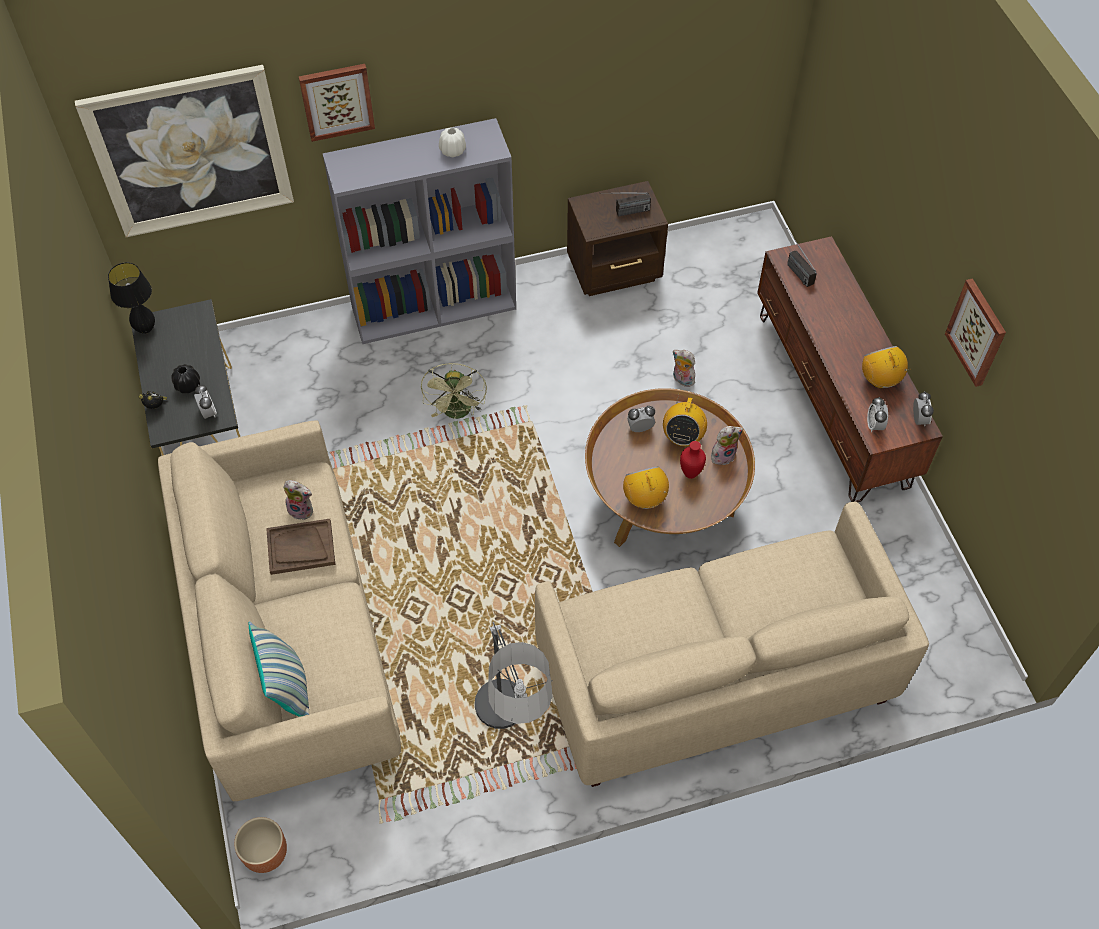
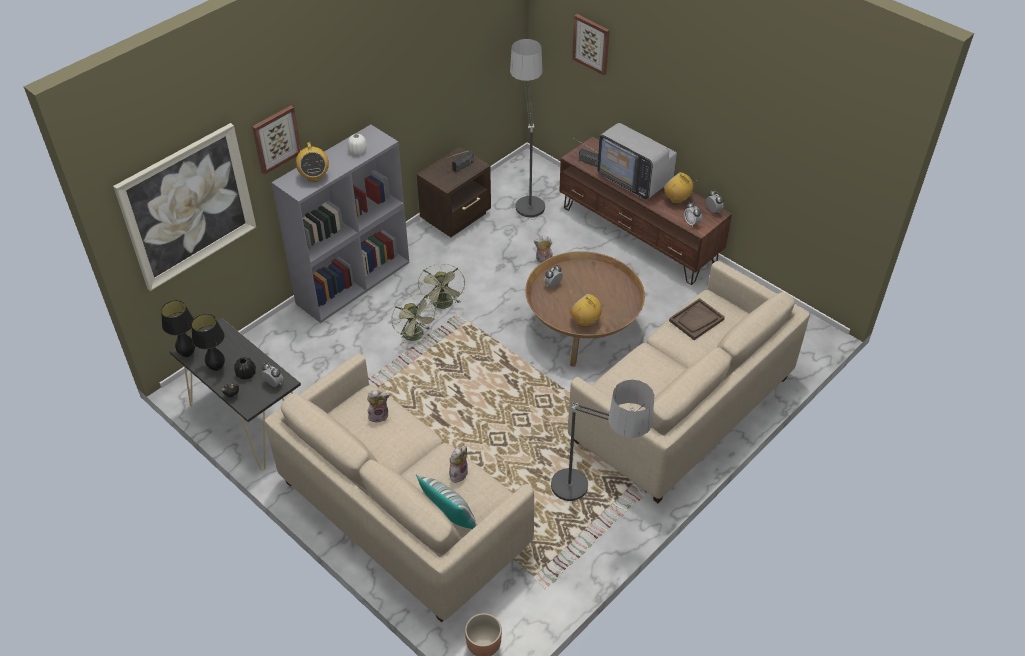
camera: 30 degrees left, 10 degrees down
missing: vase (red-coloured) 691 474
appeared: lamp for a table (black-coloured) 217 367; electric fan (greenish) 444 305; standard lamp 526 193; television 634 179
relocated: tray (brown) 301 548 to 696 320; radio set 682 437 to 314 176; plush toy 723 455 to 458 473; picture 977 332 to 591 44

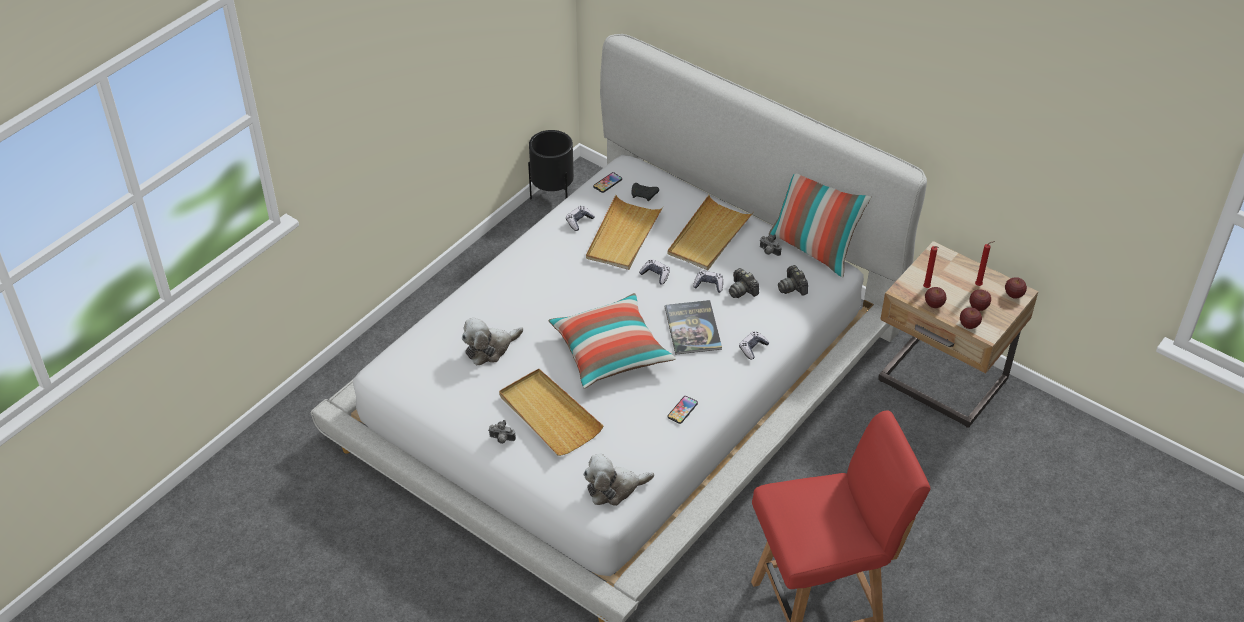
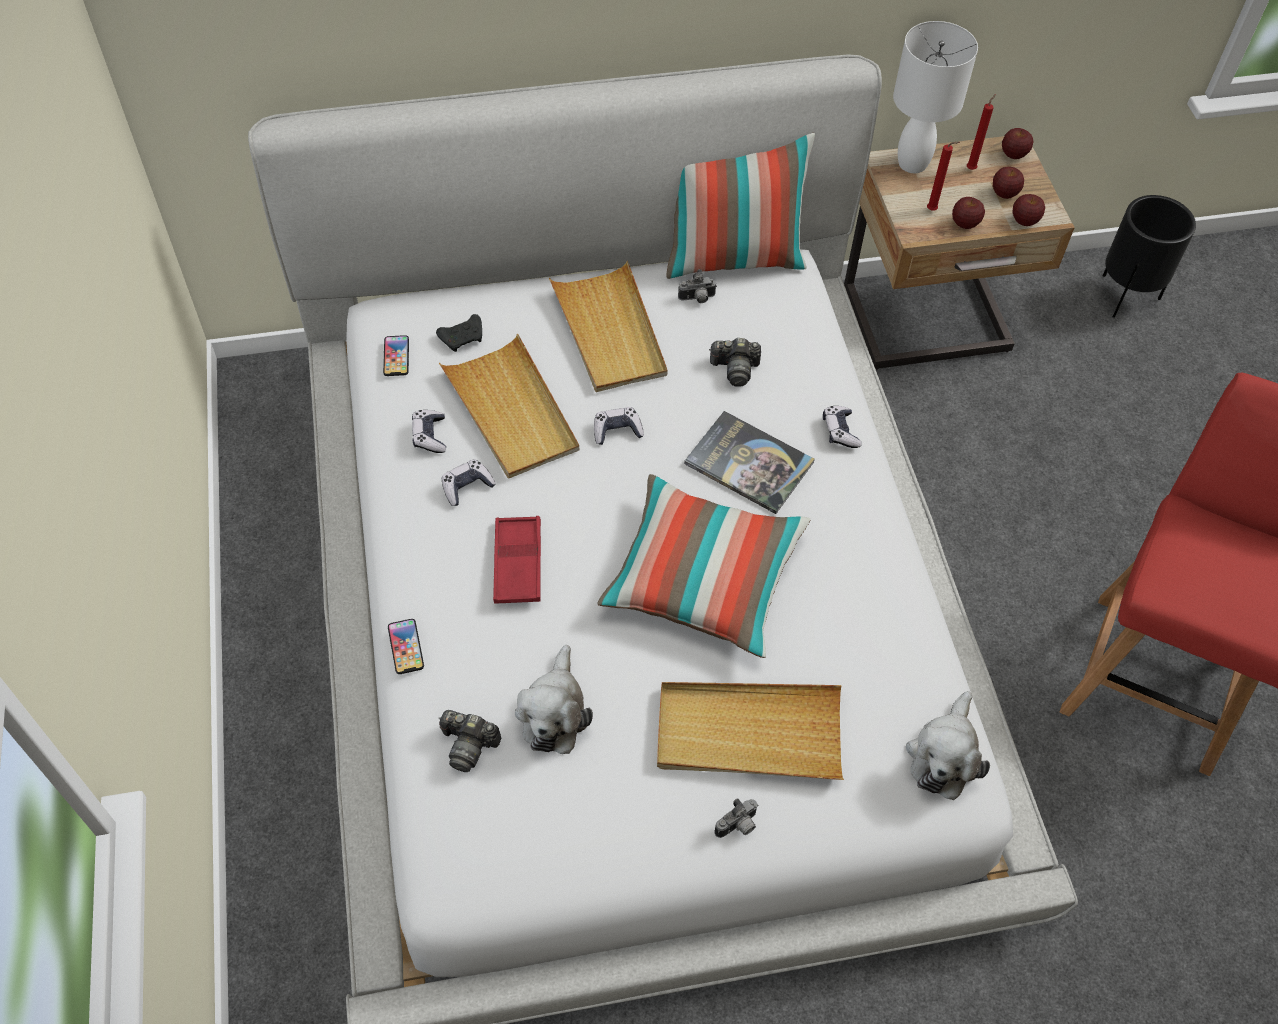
camera: 50 degrees left, 10 degrees up
appeared: tray (red-coloured) 518 564; lamp for a table (white-coloured) 911 164
relocated: planter (black-coloured) 553 198 to 1125 298; phone 682 410 to 406 647; joypad 708 285 to 467 487; photo camera 792 287 to 468 745

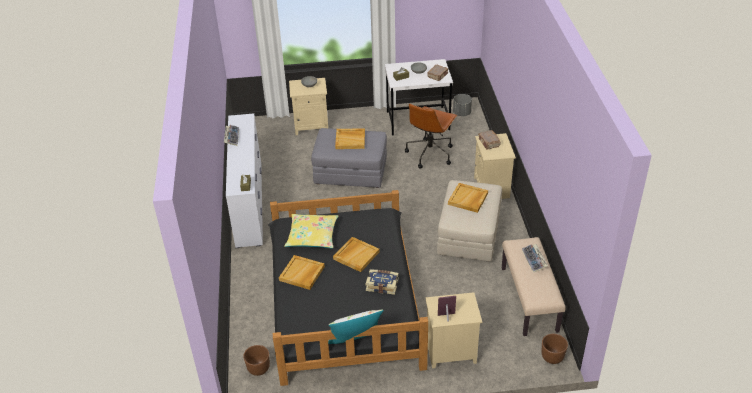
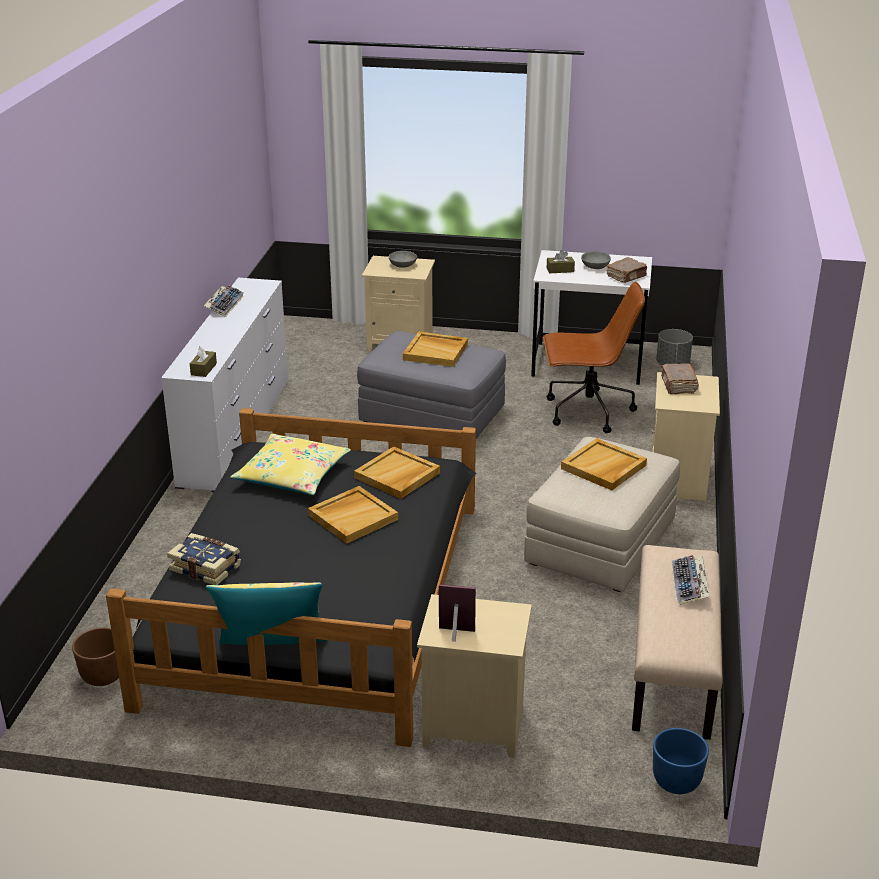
camera: 15 degrees right, 10 degrees down
relocated: tray (beige-coloured) 302 274 to 397 476; bound book 382 285 to 206 567
colour: throw pillow (white-coloured) 355 343 to throw pillow (yellow) 272 653; planter (brown) 552 358 to planter (blue) 676 783
spun: office chair (brown) 430 153 = 587 412 135 degrees counterclockwise

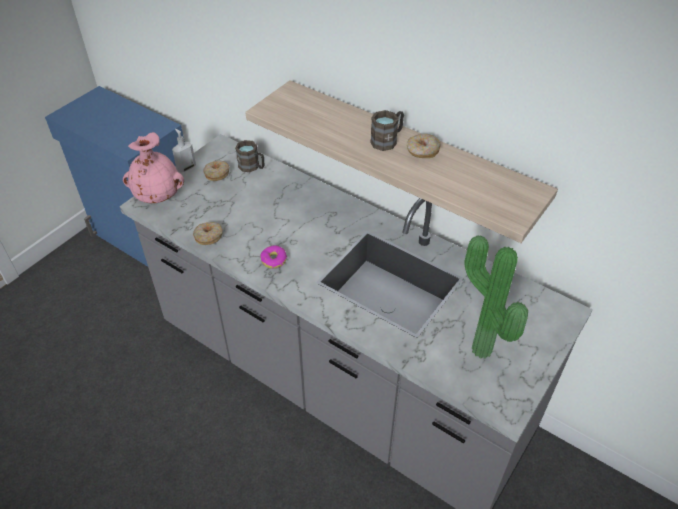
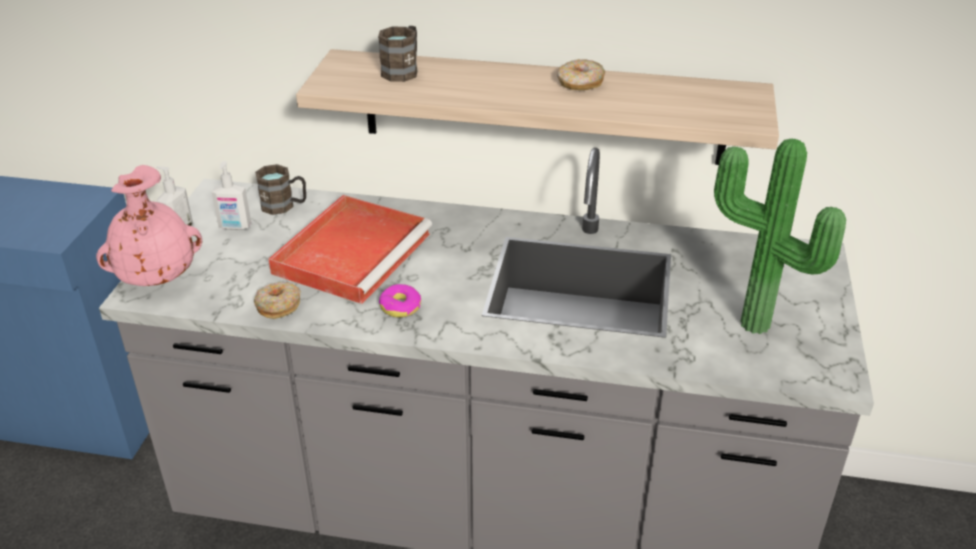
camera: 25 degrees left, 10 degrees down
appeared: tray (red-coloured) 353 251
relocated: tea mug (brown) 387 140 to 403 70
exchanged: donut 217 174 to soap dispenser 235 227

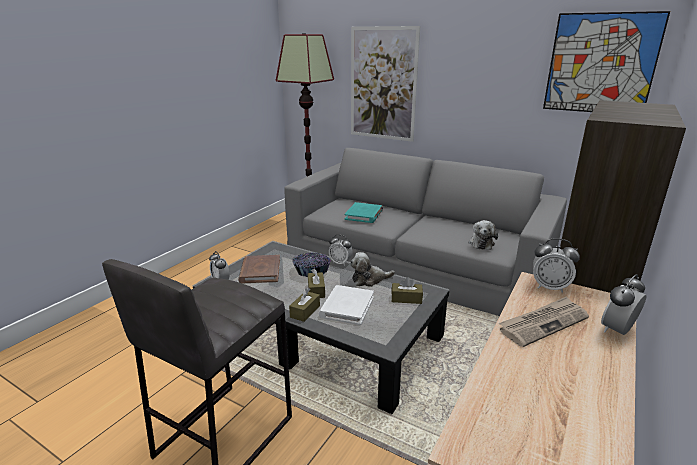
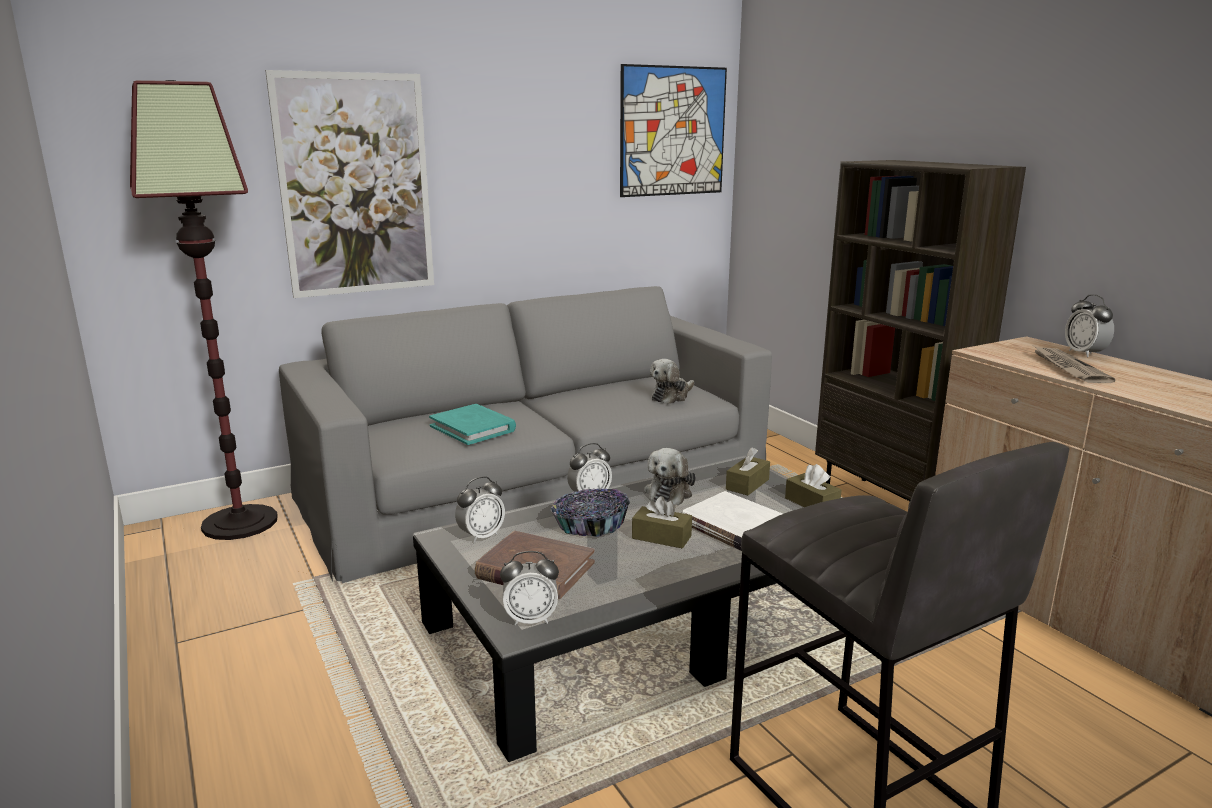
camera: 60 degrees left, 5 degrees down
relocated: box of tissues (brown) 305 311 to 811 503; alarm clock 549 287 to 481 536
spun: plush toy 481 243 = 671 396 90 degrees clockwise

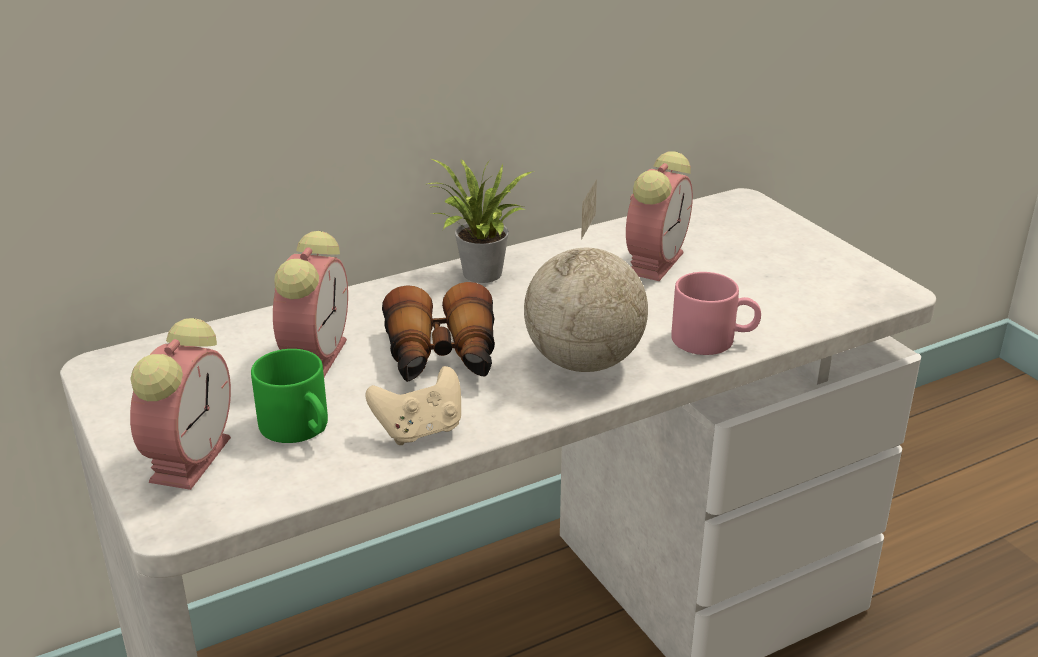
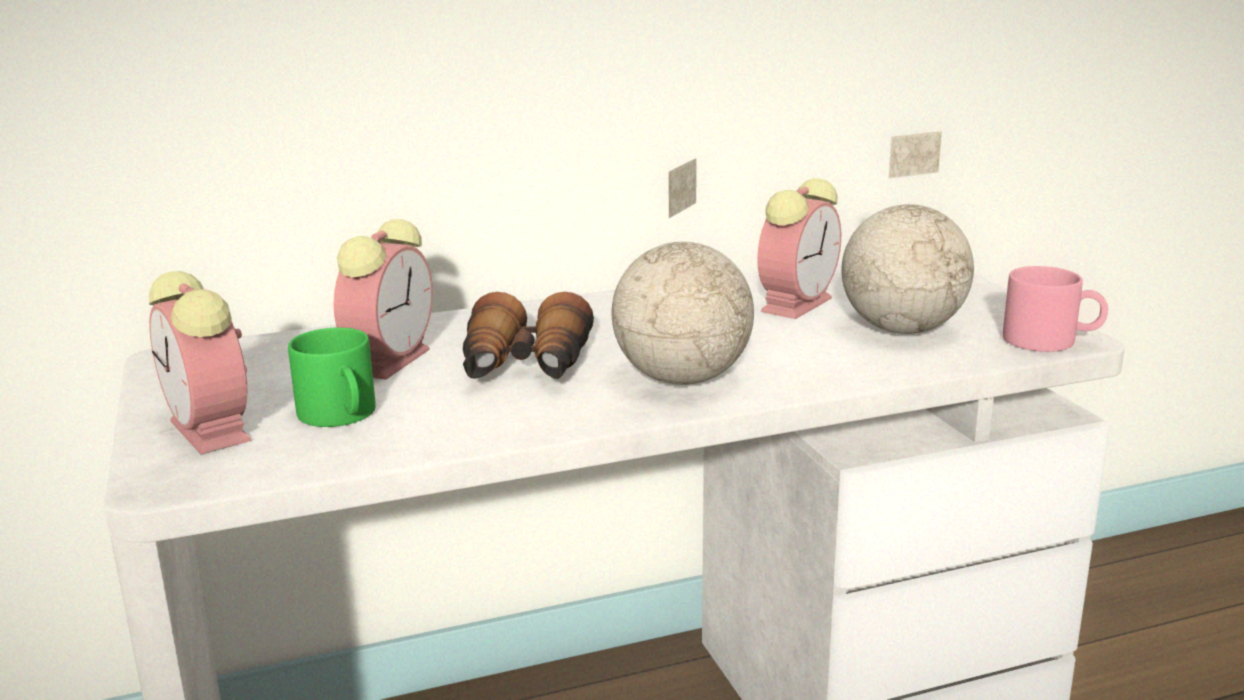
camera: 10 degrees right, 10 degrees down
missing: joypad (beige-coloured) 420 431; potted plant 479 276
appeared: globe 900 329
relocated: tea mug (pink) 713 339 to 1051 340
spun: alarm clock 191 457 = 213 432 120 degrees clockwise

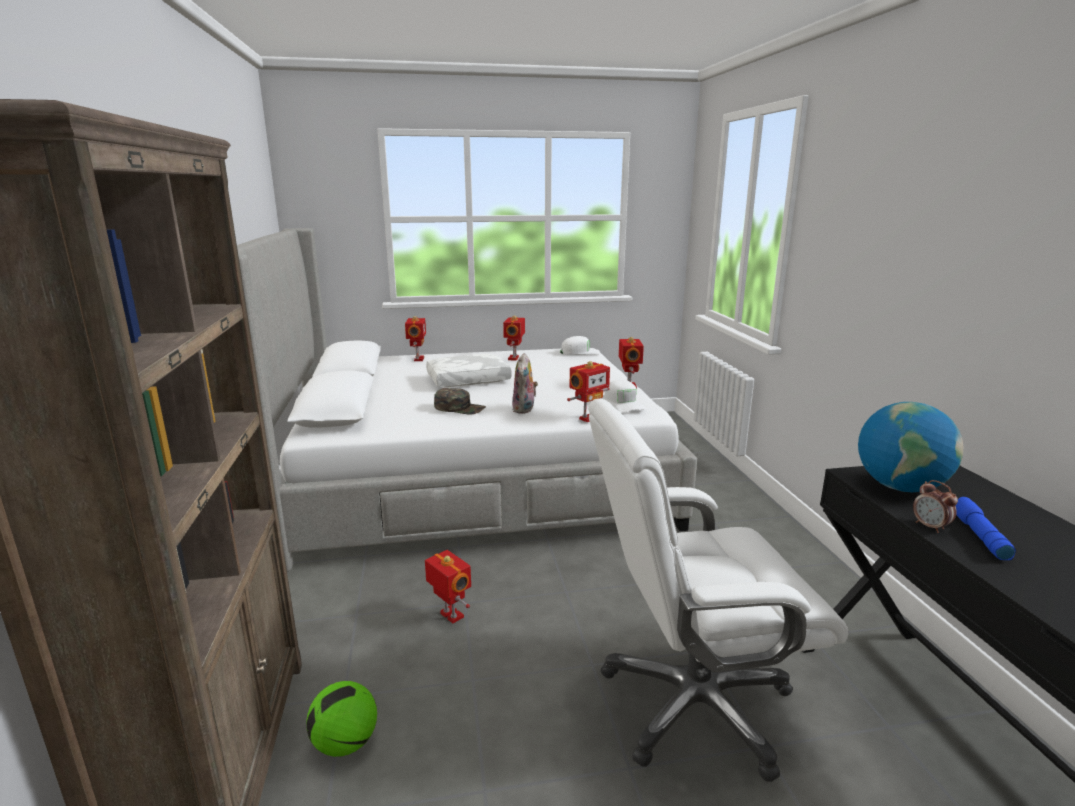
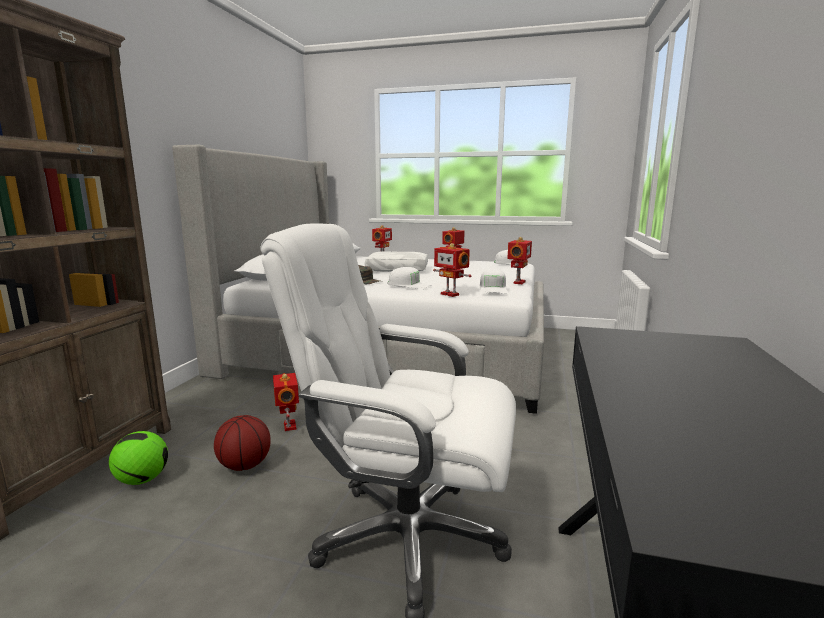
camera: 25 degrees right, 5 degrees down
missing: globe 899 487; alarm clock 930 527; hand torch (blue) 978 535
appeared: ball for basketball 244 466
exchanged: plush toy 525 409 to baseball cap (white-coloured) 409 285
spun: model robot 588 418 = 450 294 60 degrees clockwise

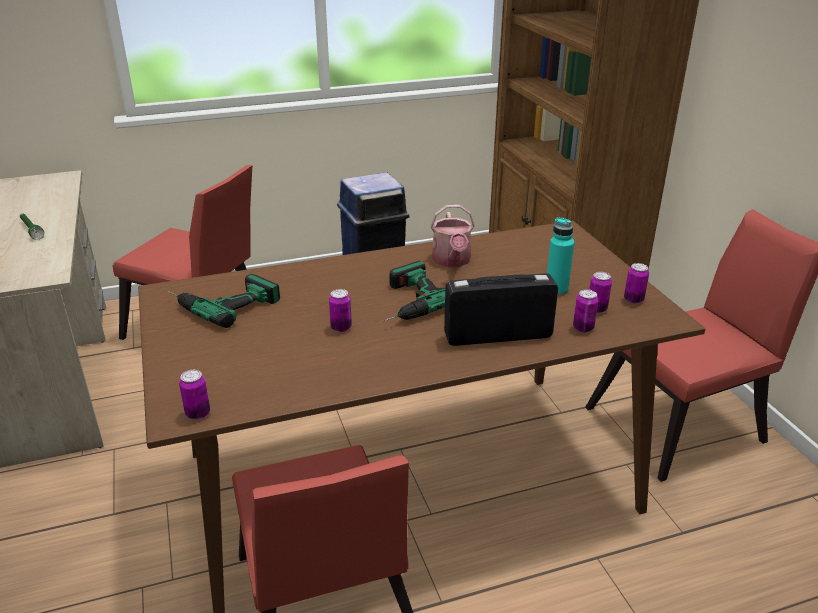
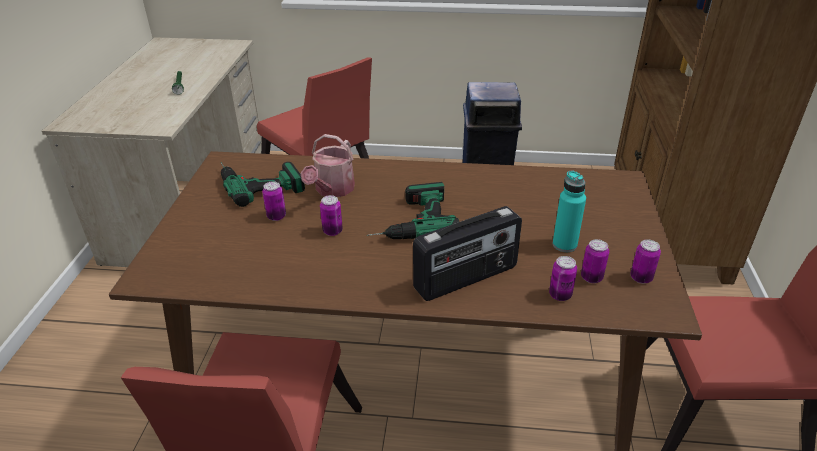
camera: 25 degrees right, 5 degrees up
relocated: metal can 198 413 to 276 216; watering can 452 261 to 332 190
spun: radio set 497 335 = 466 278 135 degrees clockwise

